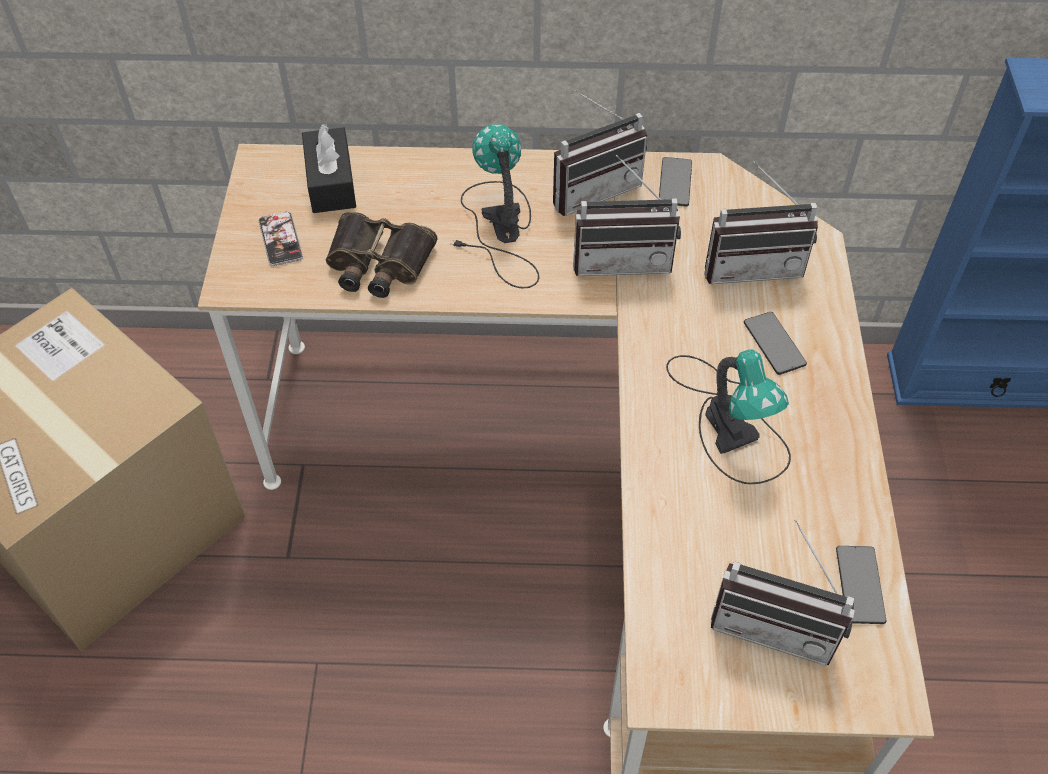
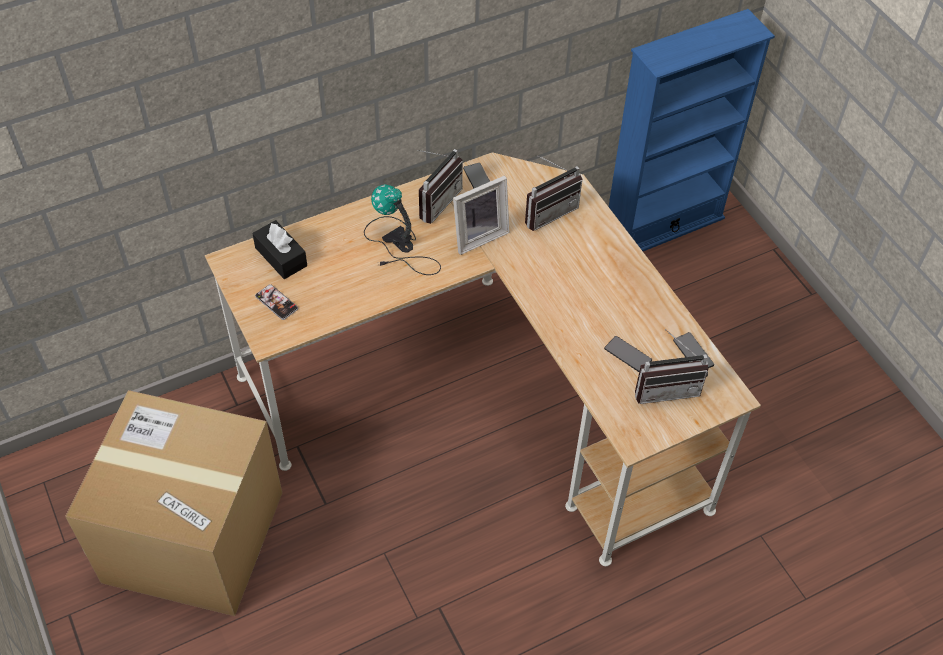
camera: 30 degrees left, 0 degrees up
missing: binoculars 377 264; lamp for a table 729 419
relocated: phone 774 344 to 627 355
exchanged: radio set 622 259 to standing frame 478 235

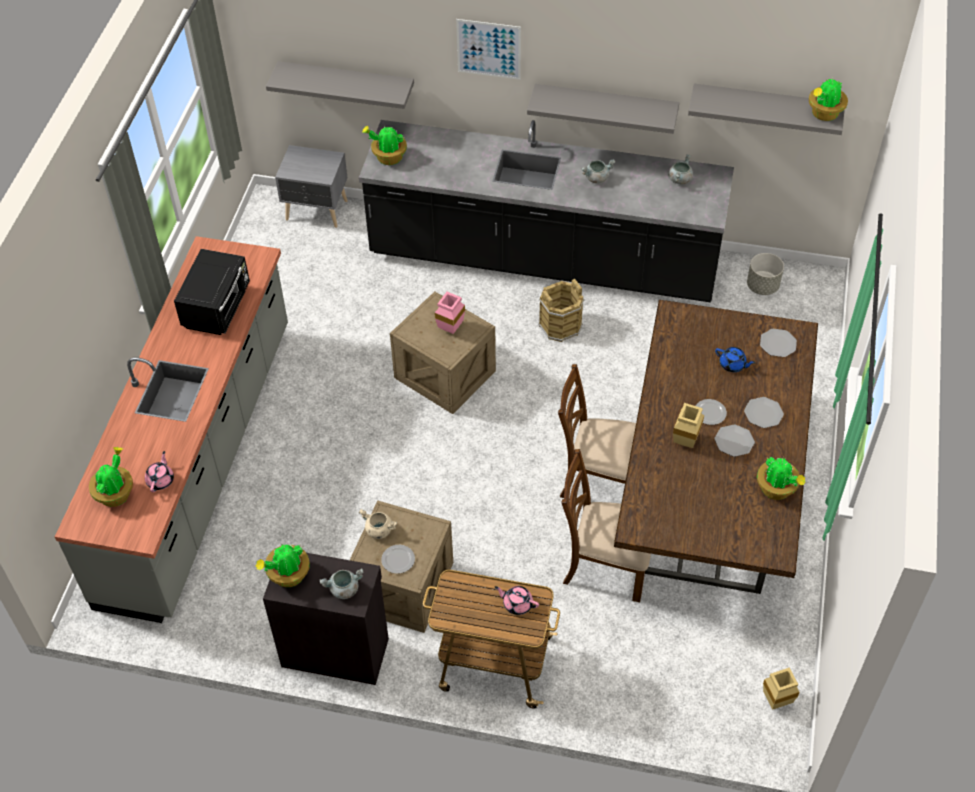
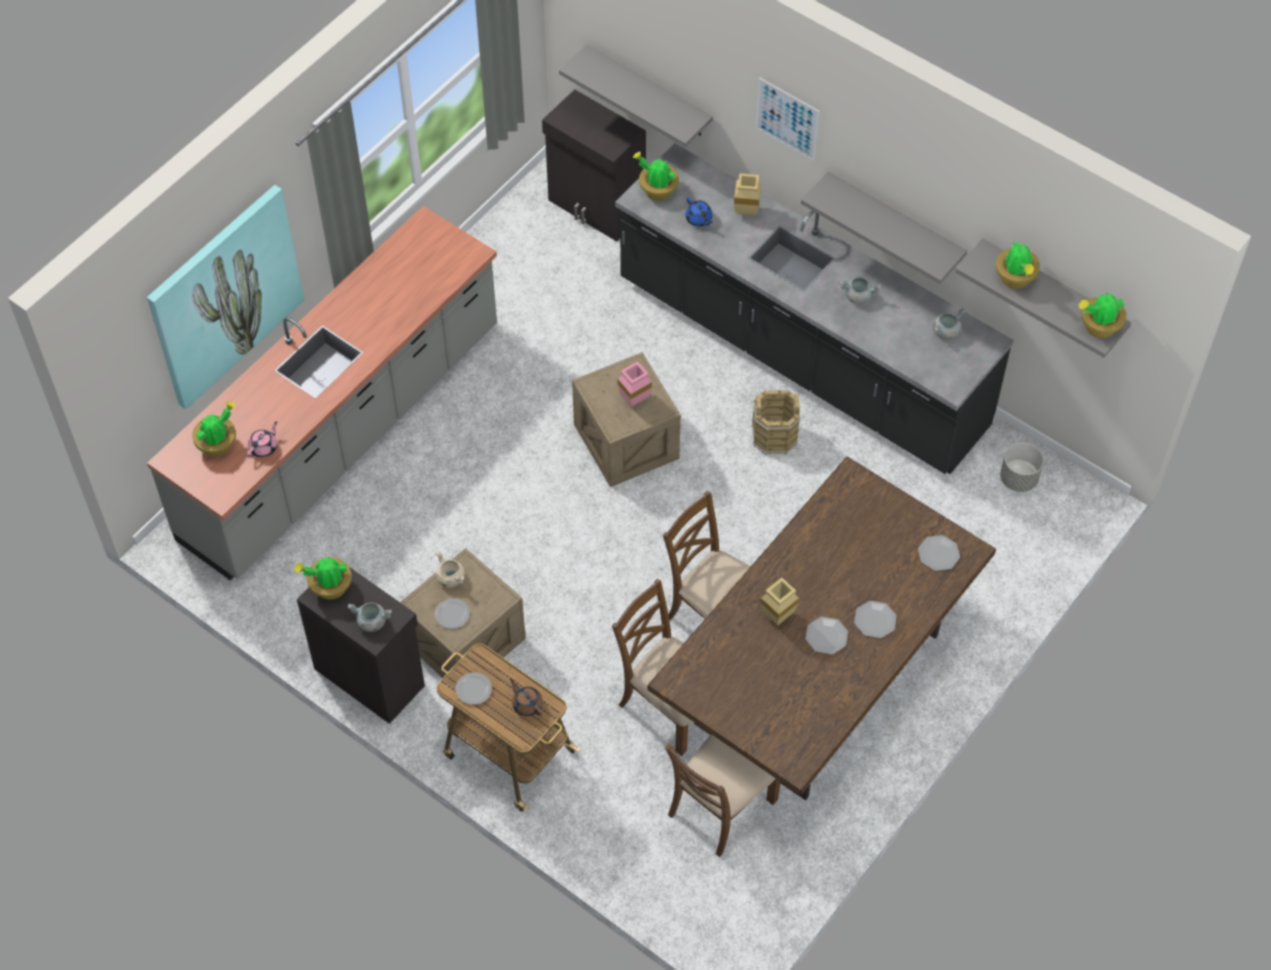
camera: 25 degrees right, 5 degrees up
missing: kitchen microwave (black-coloured) 218 307
appeared: picture 224 295; chair (brown) 720 807
relocated: flat dish 709 413 to 473 689; pot for tea (blue) 732 365 to 699 219; potted plant 777 489 to 1015 279; vase (beige-coloured) 775 702 to 744 212
exchanged: nightstand (greyish) 317 211 to storage cabinet (black-coloured) 596 207
colour: pot for tea (pink) 517 604 to pot for tea (brown) 527 704

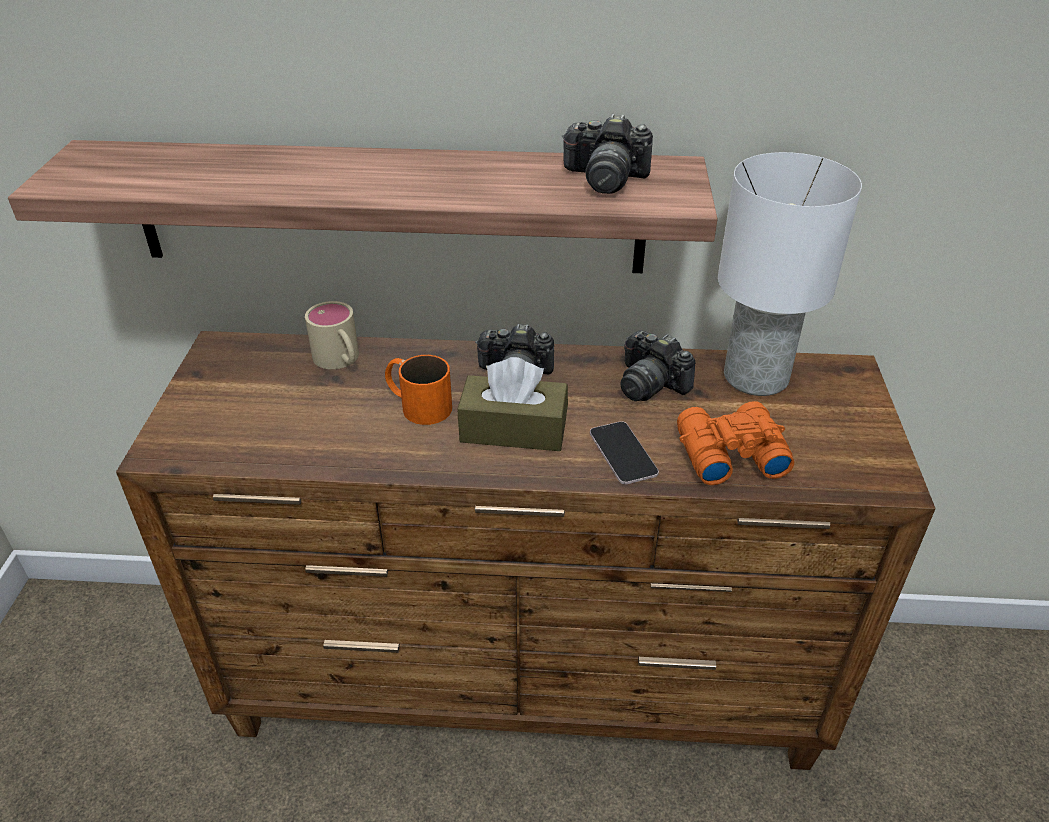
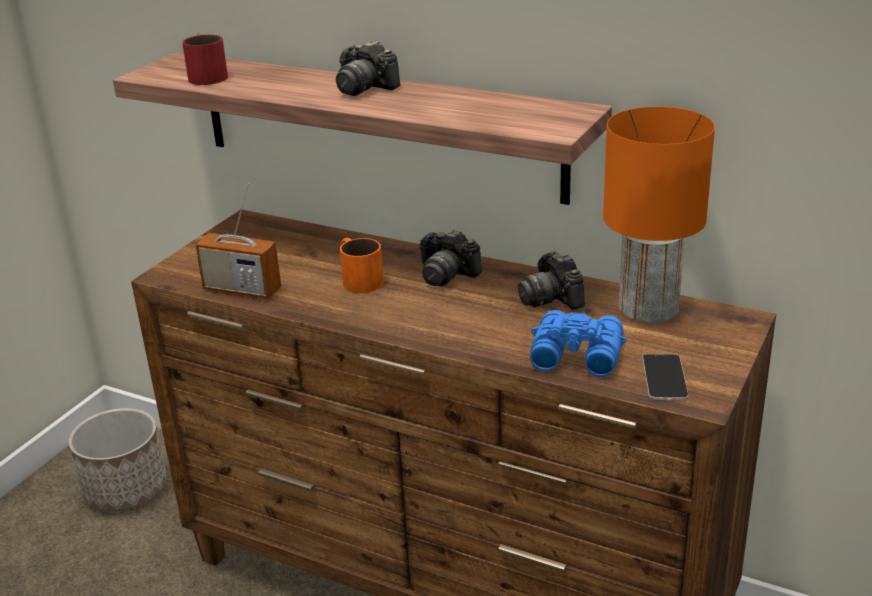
camera: 25 degrees right, 10 degrees down
missing: tea mug (beige-coloured) 340 361; box of tissues (brown) 513 429
appeared: planter 125 490; tea mug (red-coloured) 206 75; radio set 242 289
relocated: photo camera 605 179 to 364 88; phone 623 453 to 664 378
colour: binoculars (orange) 728 453 to binoculars (blue) 575 354; lamp for a table (white-coloured) 755 376 to lamp for a table (orange) 648 308

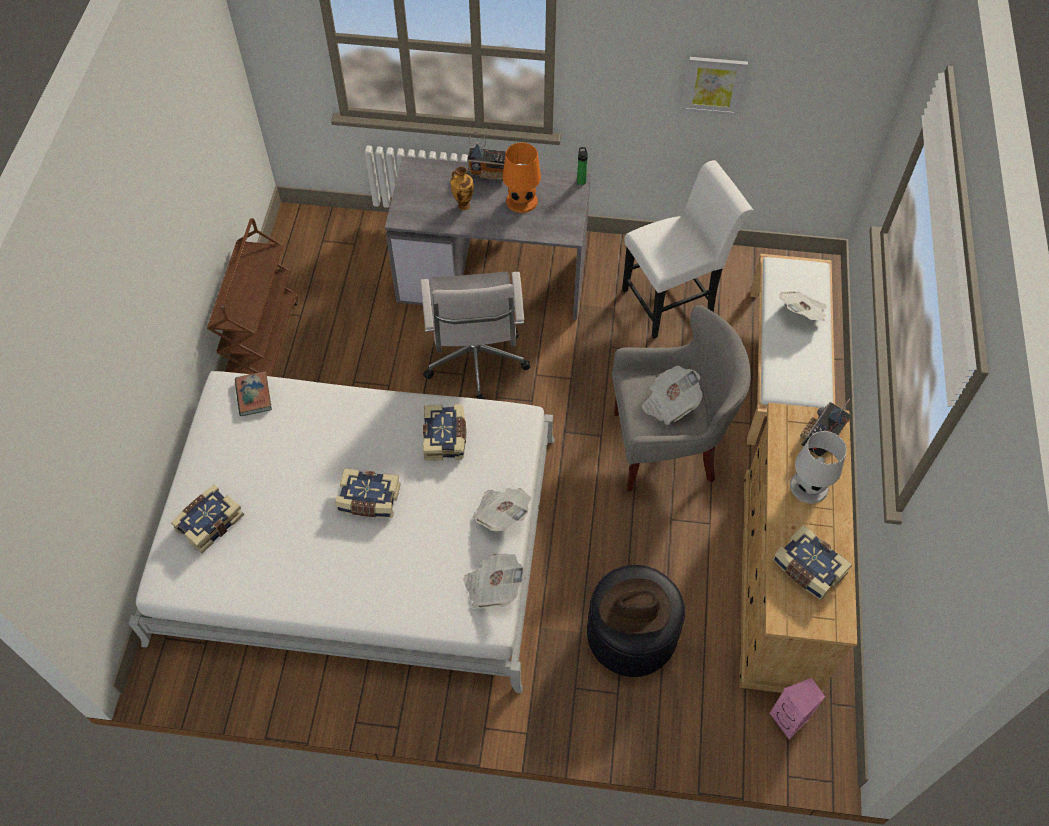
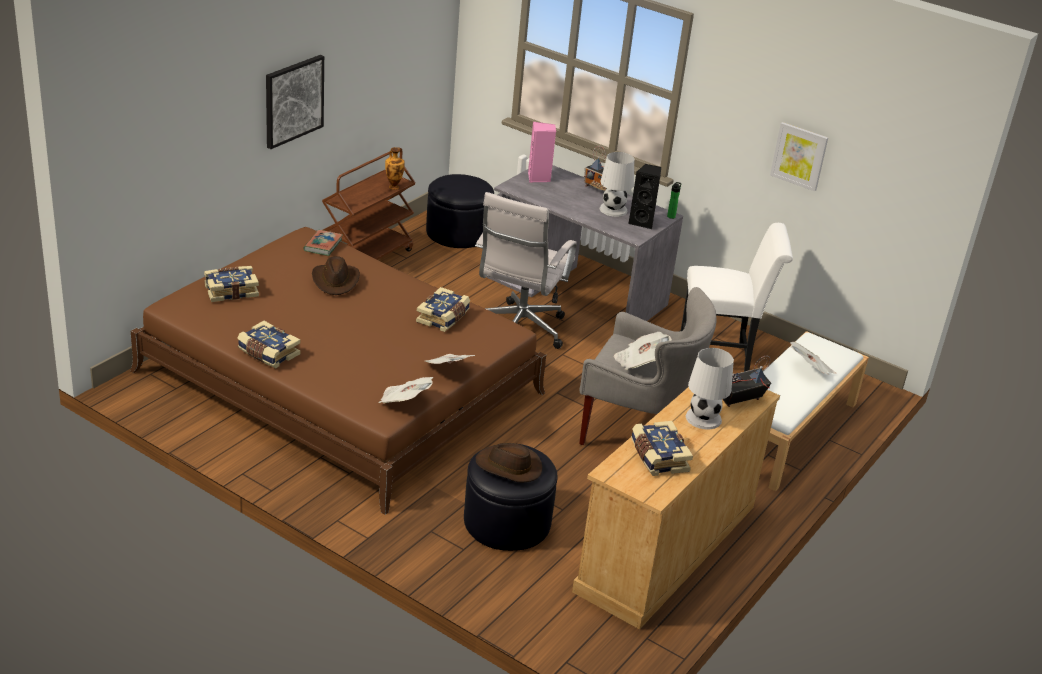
camera: 25 degrees right, 25 degrees down
appeared: picture 293 100; clothing hat (brown) 336 280; pouffe (black-coloured) 458 233; audio speaker (black-coloured) 642 222
relocated: bound book 369 500 to 268 353; vase 463 205 to 393 187; audio speaker (pink) 790 719 to 539 178
colour: bedroom bed (white-coloured) 359 537 to bedroom bed (brown) 340 382; lamp for a table (orange) 521 201 to lamp for a table (white-coloured) 613 210

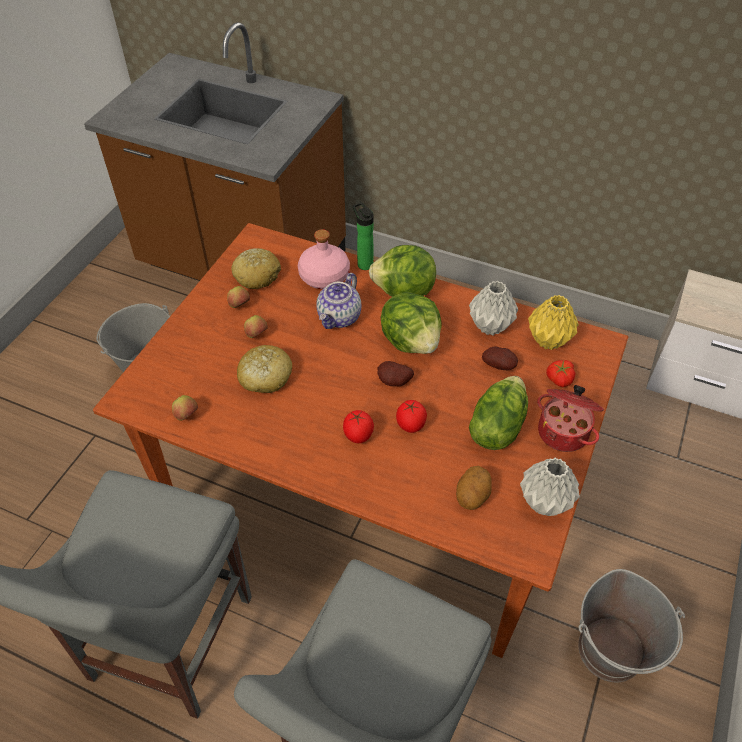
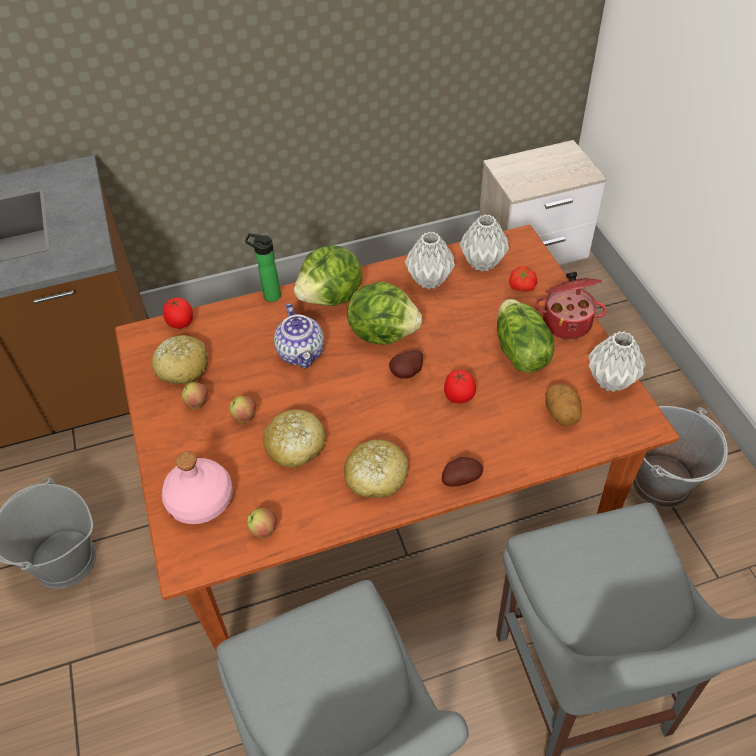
camera: 40 degrees left, 0 degrees up
appeared: baked bread 376 476
relocated: beverage bottle (pink) 323 276 to 200 501; whole tomato 358 436 to 181 324; spud 499 365 to 460 478
colour: vase (yellow) 548 341 to vase (greyish) 483 264

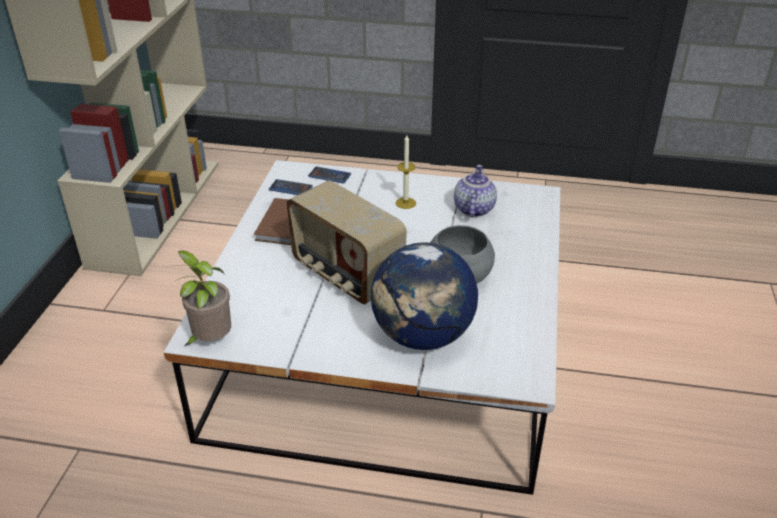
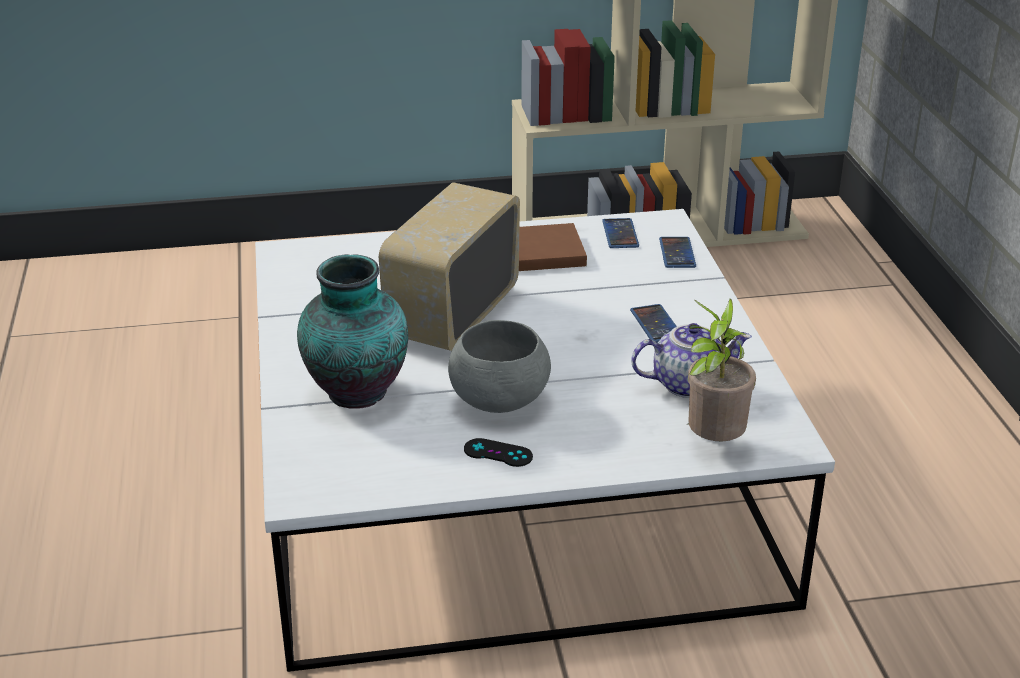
camera: 70 degrees right, 5 degrees down
appeared: joypad (black-coloured) 498 453
relocated: potted plant 210 341 to 712 442
exchanged: globe 423 336 to vase 356 394; wax candle 405 203 to phone 656 324

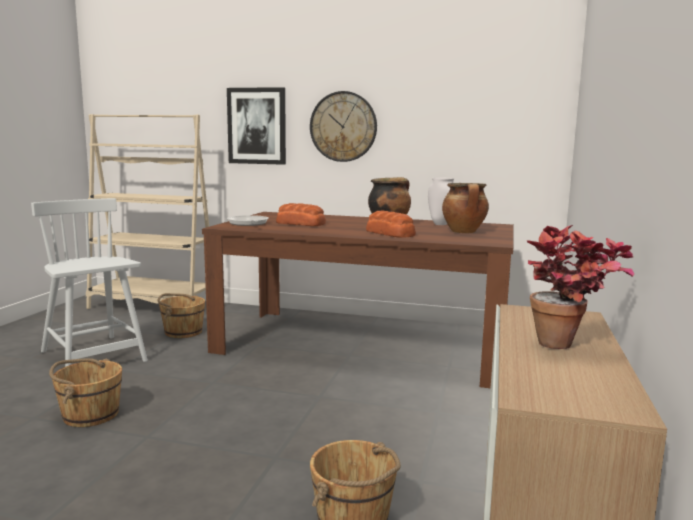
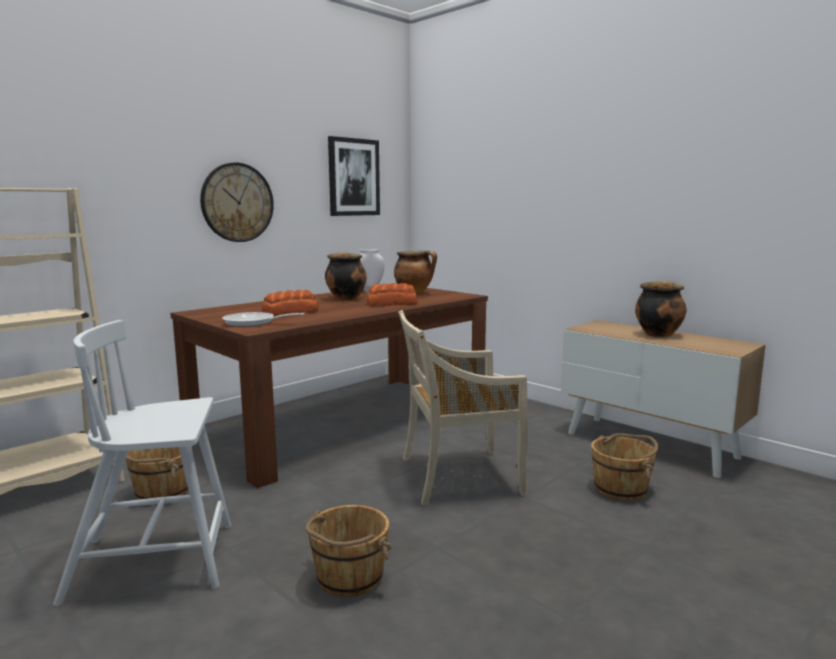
camera: 60 degrees left, 0 degrees up
appeared: chair (beige-coloured) 457 476
relocated: picture 257 126 to 353 177
exchanged: potted plant 568 347 to cooking pot 658 334

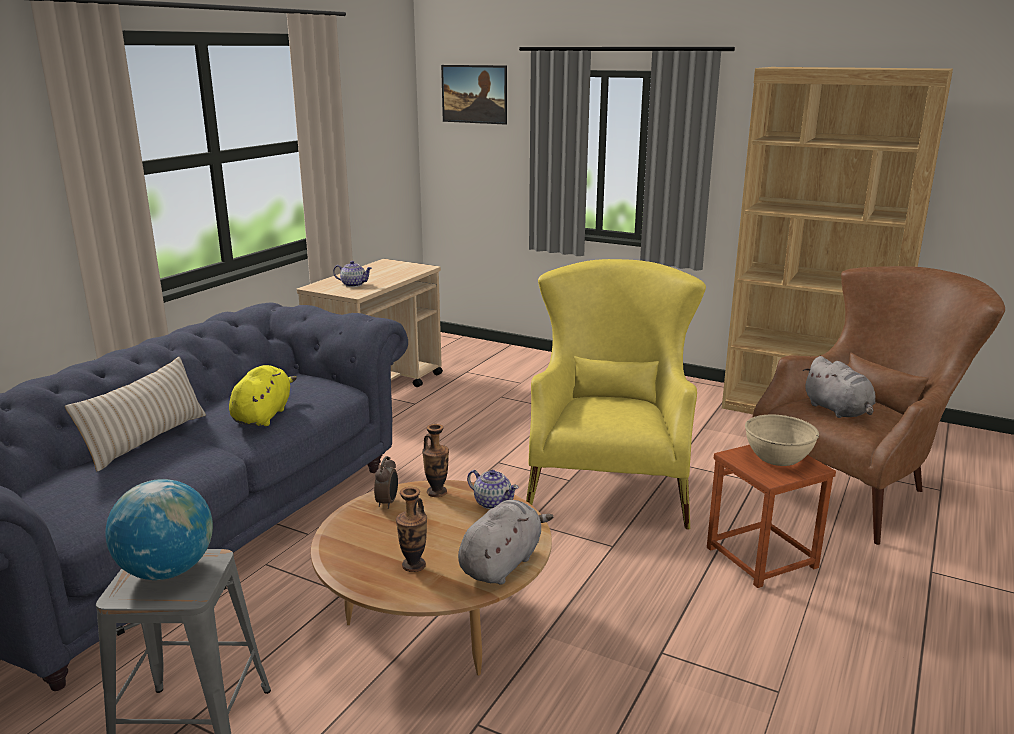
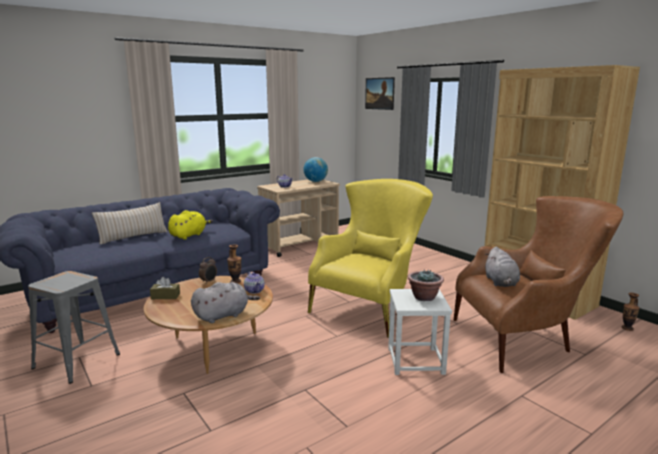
camera: 25 degrees right, 5 degrees down
appeared: box of tissues (brown) 165 296
relocated: globe 167 570 to 315 181; vase 413 565 to 627 328
exchanged: bowl (beige-coloured) 777 457 to potted plant 424 297
colour: stool seat (brown) 762 558 to stool seat (white-coloured) 415 361

